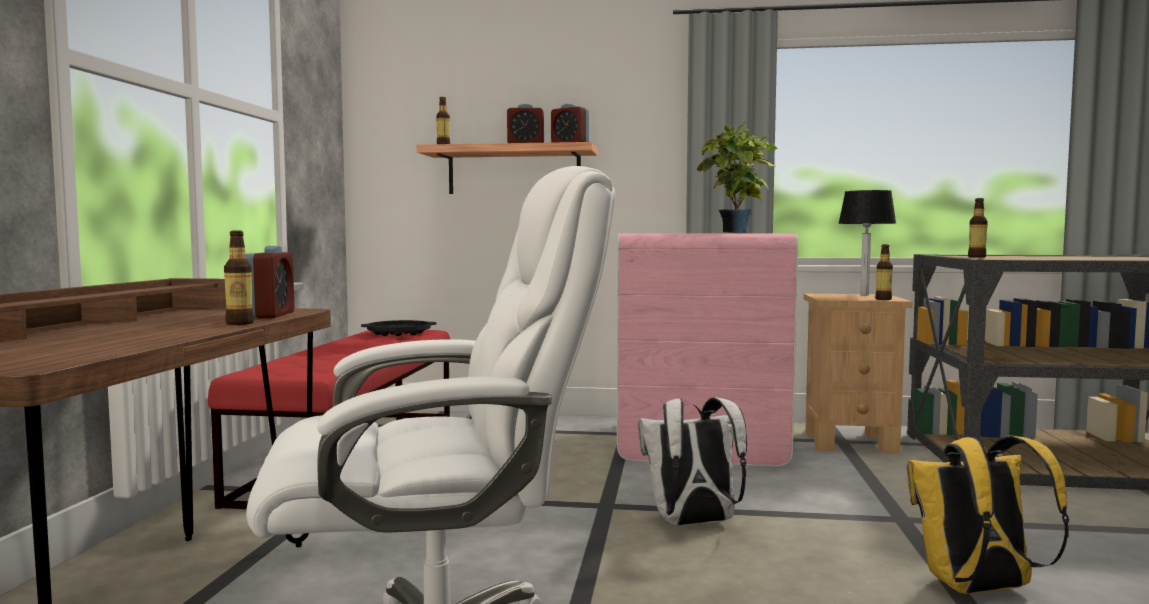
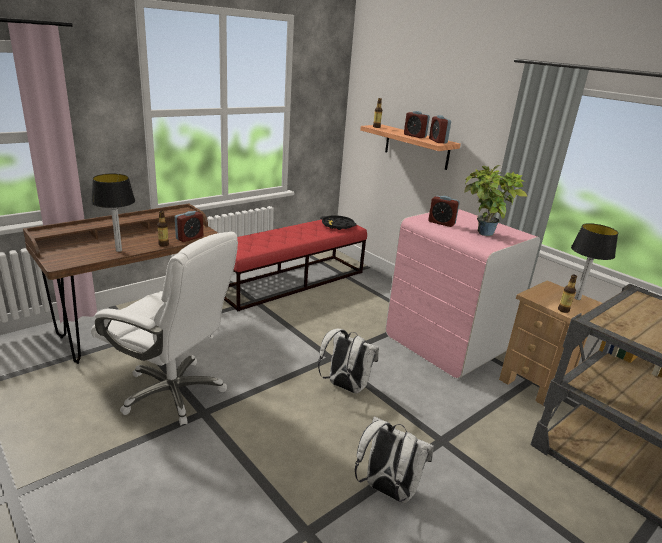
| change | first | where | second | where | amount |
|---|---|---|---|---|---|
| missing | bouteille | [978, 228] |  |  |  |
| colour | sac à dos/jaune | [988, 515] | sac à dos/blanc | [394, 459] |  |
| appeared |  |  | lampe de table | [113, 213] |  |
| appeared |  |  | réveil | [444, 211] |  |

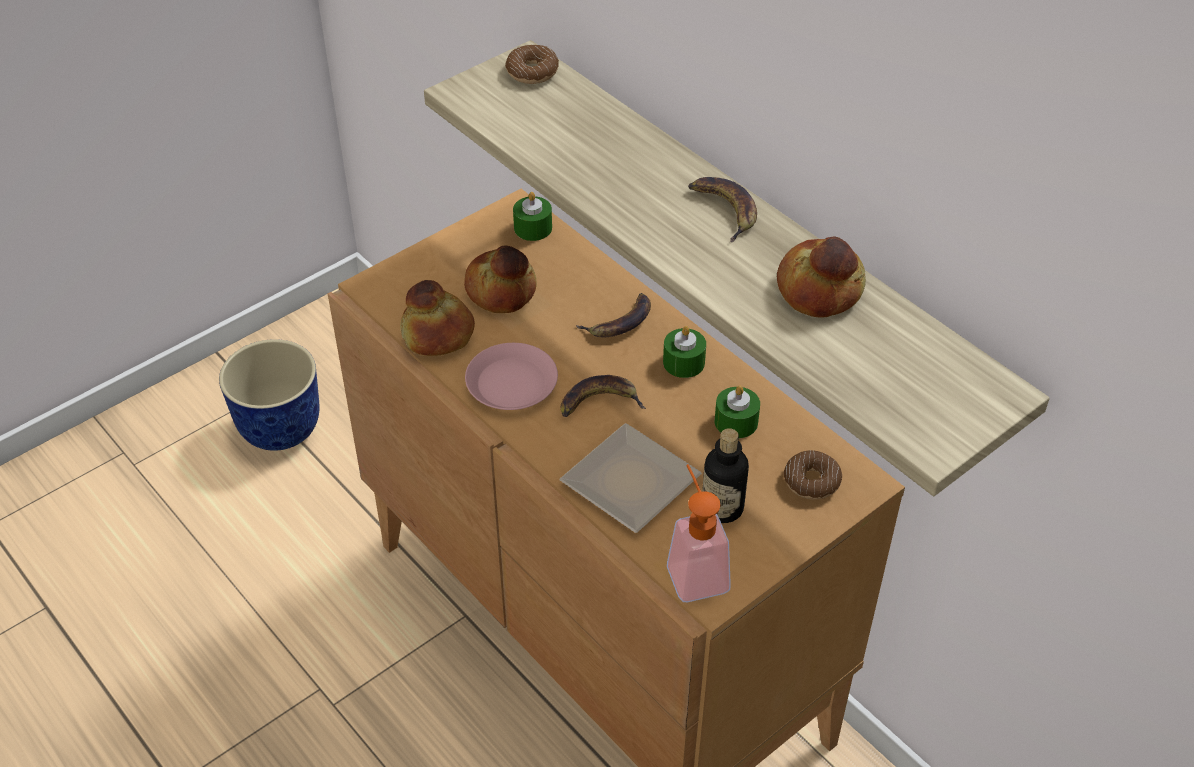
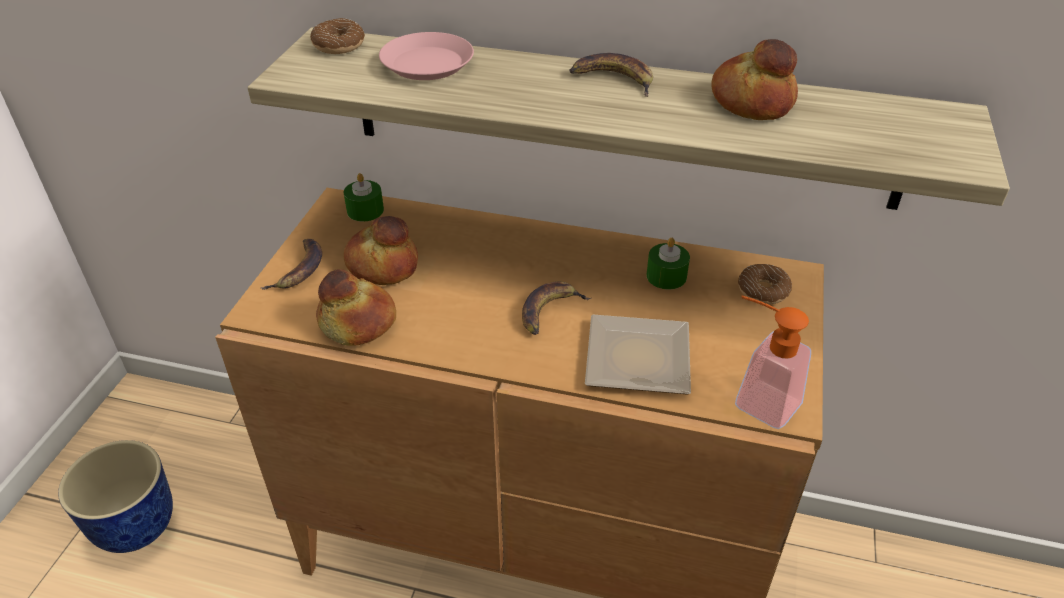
| change | first | where | second | where | amount |
|---|---|---|---|---|---|
| relocated | banane | [613, 315] |  | [291, 264] |  |
| missing | bougie/vert | [684, 352] |  |  |  |
| relocated | assiette/rose | [511, 376] |  | [426, 56] |  |
| missing | bouteille | [725, 475] |  |  |  |

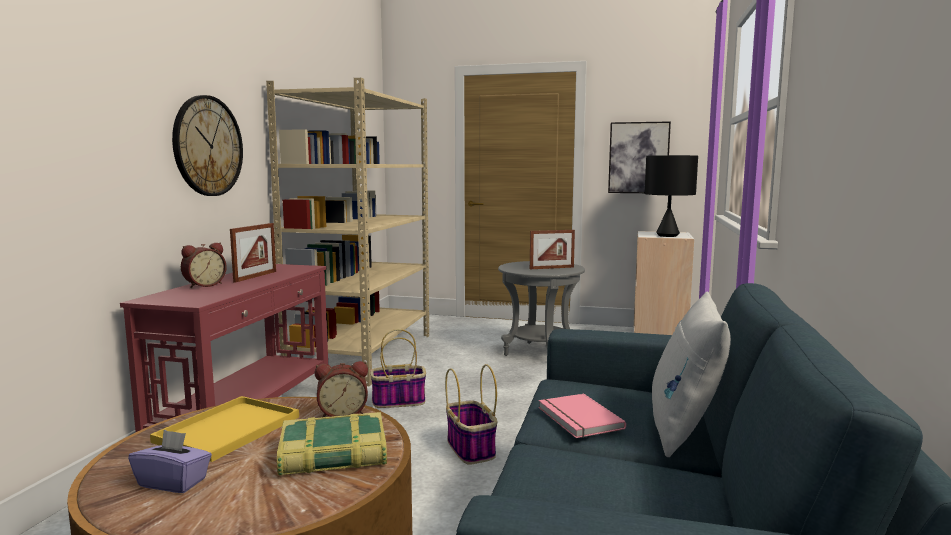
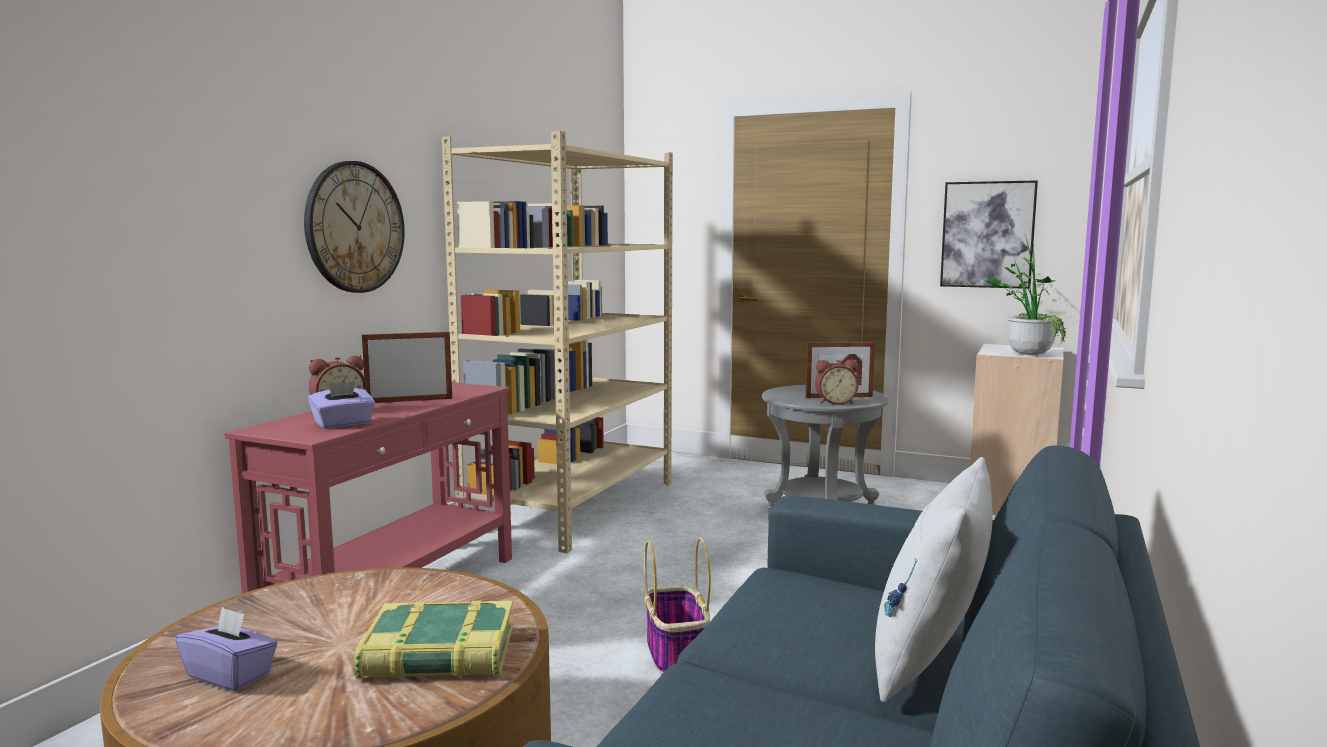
| change | first | where | second | where | amount |
|---|---|---|---|---|---|
| exchanged | lampe de table/noir | [671, 196] | plante en pot | [1026, 295] |  |
| spun | cadre photo | [253, 253] |  | [407, 367] | 135 degrees counterclockwise |
| missing | panier | [398, 368] |  |  |  |
| relocated | réveil | [341, 389] |  | [837, 382] |  |
| missing | livre/rose | [582, 416] |  |  |  |
| missing | plateau/jaune | [224, 429] |  |  |  |
| appeared |  |  | boîte à mouchoirs/violet | [341, 405] |  |

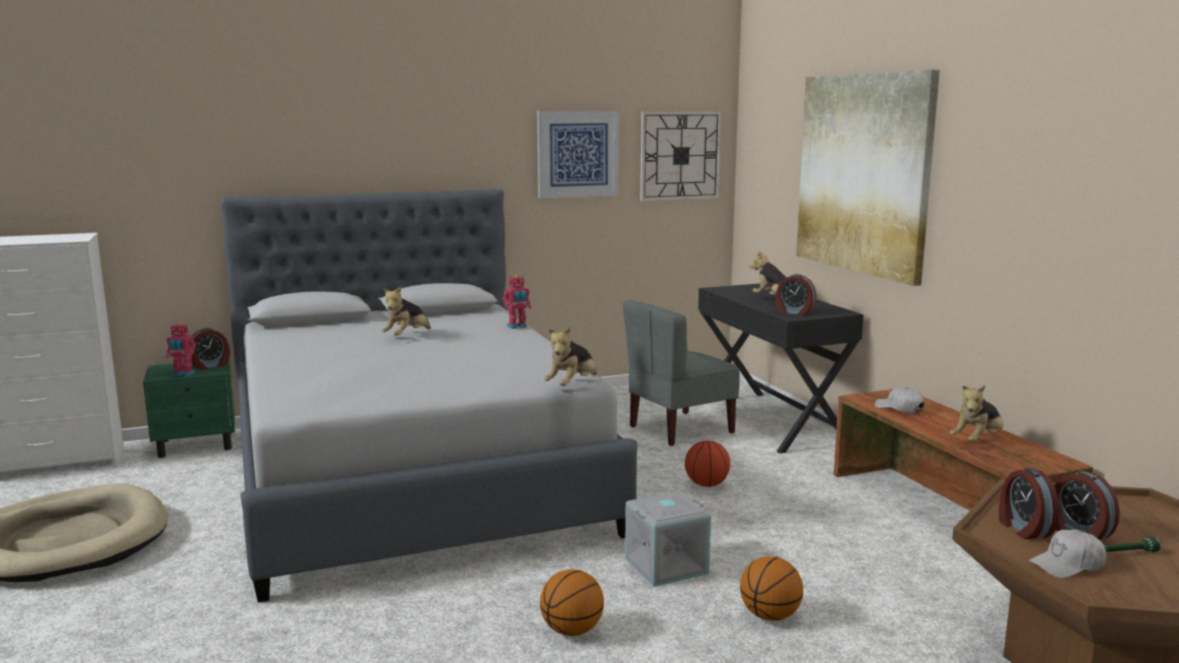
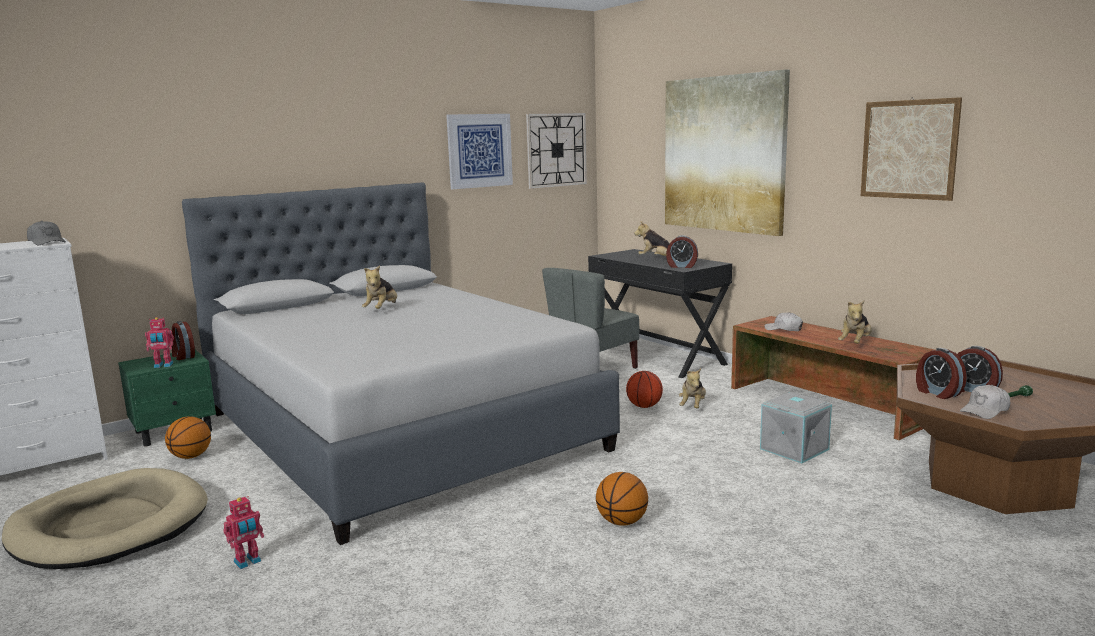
| change | first | where | second | where | amount |
|---|---|---|---|---|---|
| relocated | robot jouet | [517, 302] |  | [243, 532] |  |
| relocated | peluche | [570, 356] |  | [692, 388] |  |
| spun | réveil | [210, 349] |  | [183, 340] | 105 degrees clockwise |
| relocated | boîte de rangement/gris | [668, 539] |  | [796, 427] |  |
| relocated | ballon de basket | [771, 588] |  | [188, 437] |  |
| appeared |  |  | tableau | [911, 149] |  |
| appeared |  |  | casquette/gris | [46, 233] |  |

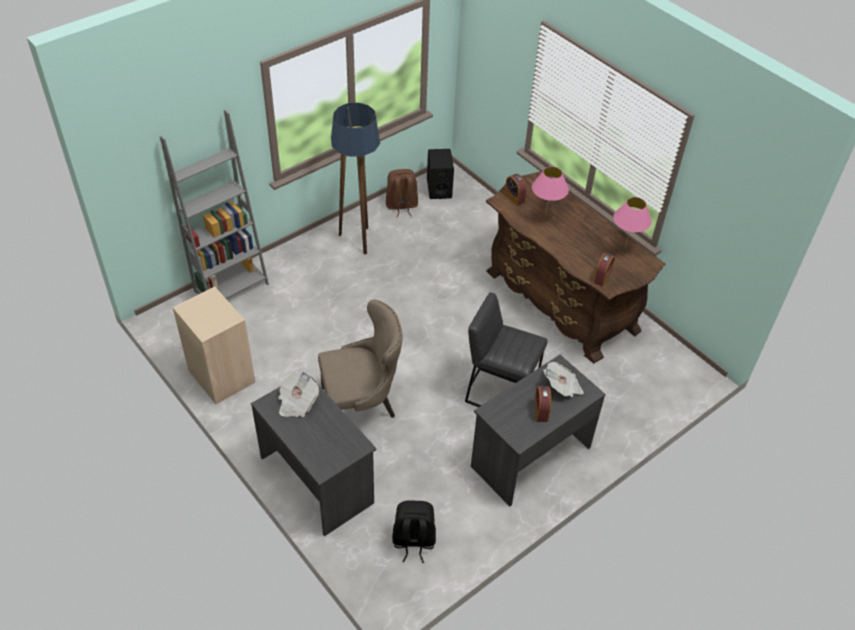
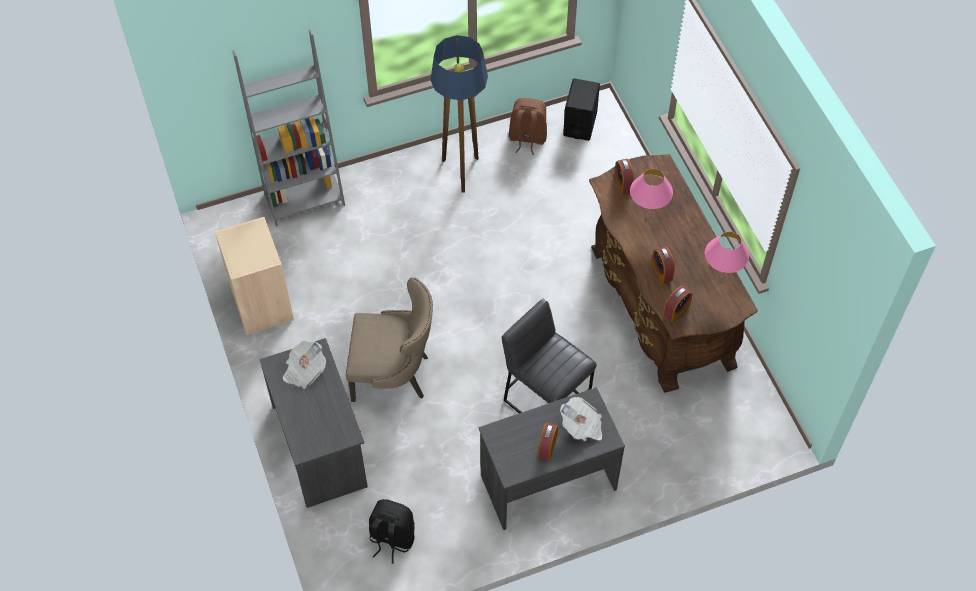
| change | first | where | second | where | amount |
|---|---|---|---|---|---|
| appeared |  |  | réveil | [663, 265] |  |

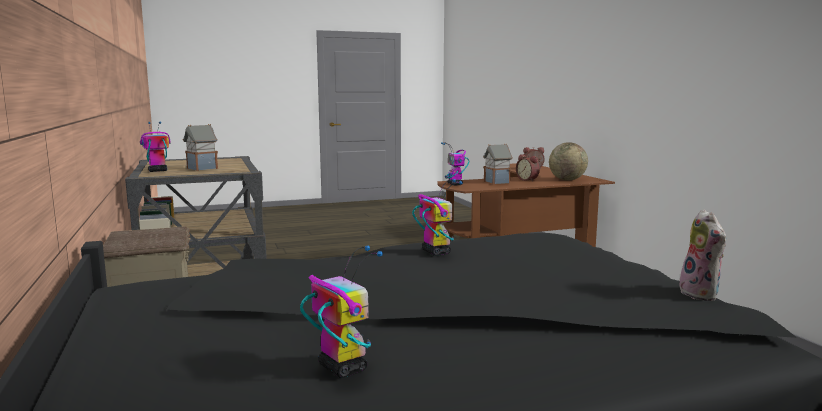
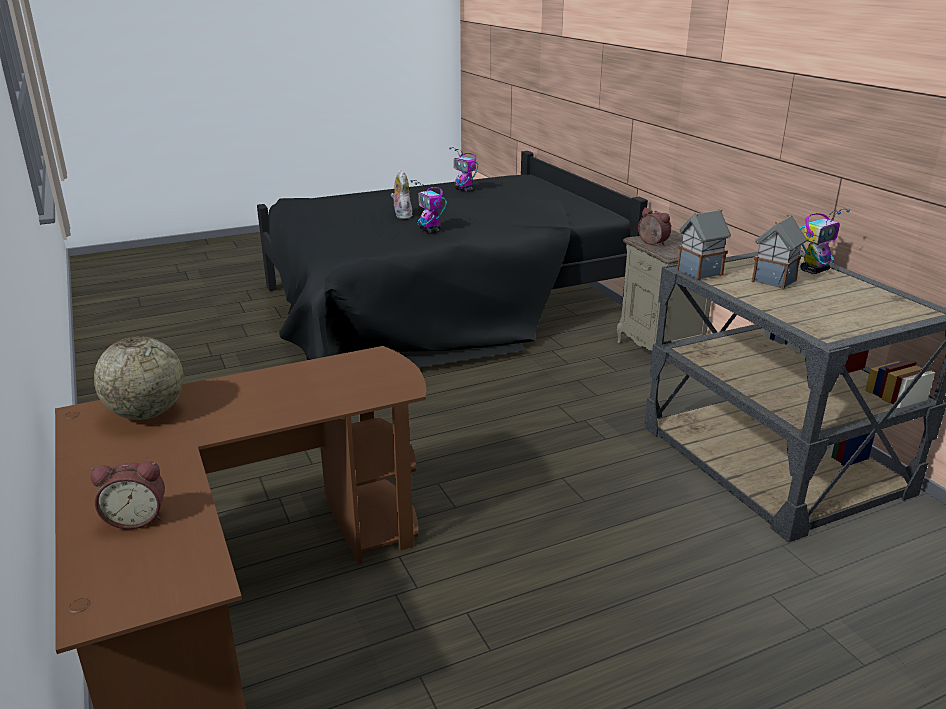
| change | first | where | second | where | amount |
|---|---|---|---|---|---|
| missing | robot jouet | [455, 163] |  |  |  |
| relocated | maison miniature | [498, 164] |  | [704, 244] |  |
| relocated | réveil | [528, 167] |  | [654, 227] |  |
| relocated | peluche | [702, 255] |  | [401, 194] |  |

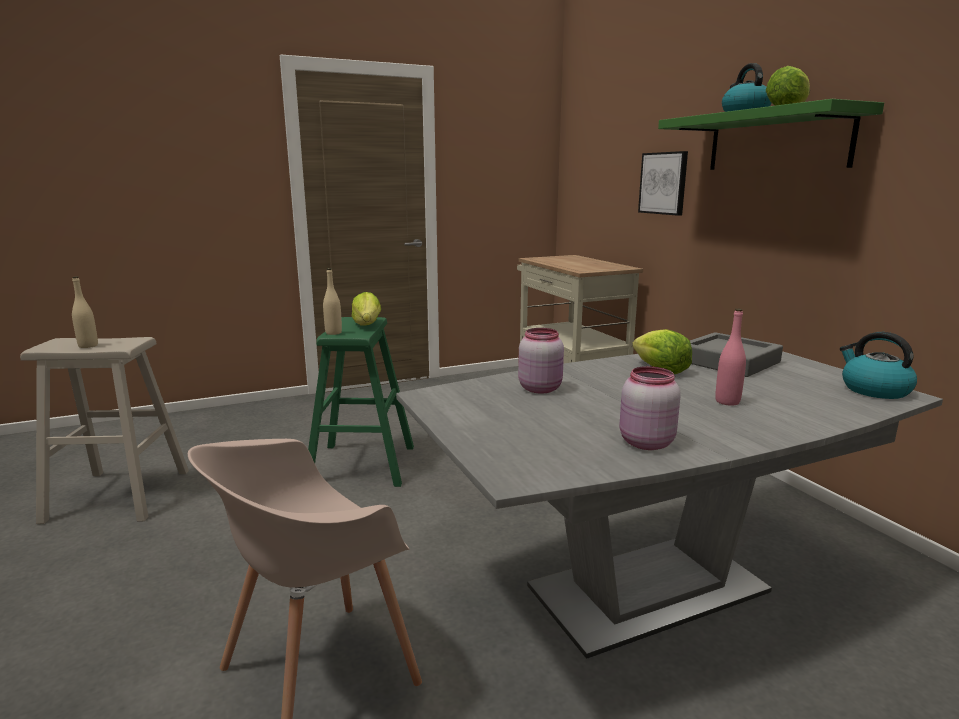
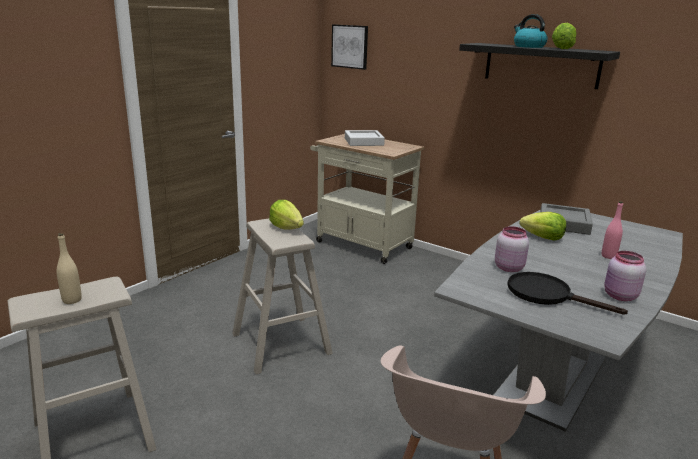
| change | first | where | second | where | amount |
|---|---|---|---|---|---|
| colour | étagère/vert | [771, 134] | étagère/noir | [539, 66] |  |
| relocated | tableau | [663, 183] |  | [349, 47] |  |
| missing | bouteille/beige | [332, 301] |  |  |  |
| colour | tabouret/vert | [361, 402] | tabouret/beige | [282, 296] |  |
| missing | bouilloire | [878, 365] |  |  |  |
| appeared |  |  | plateau/gris | [365, 138] |  |
| appeared |  |  | poêle/noir | [567, 293] |  |

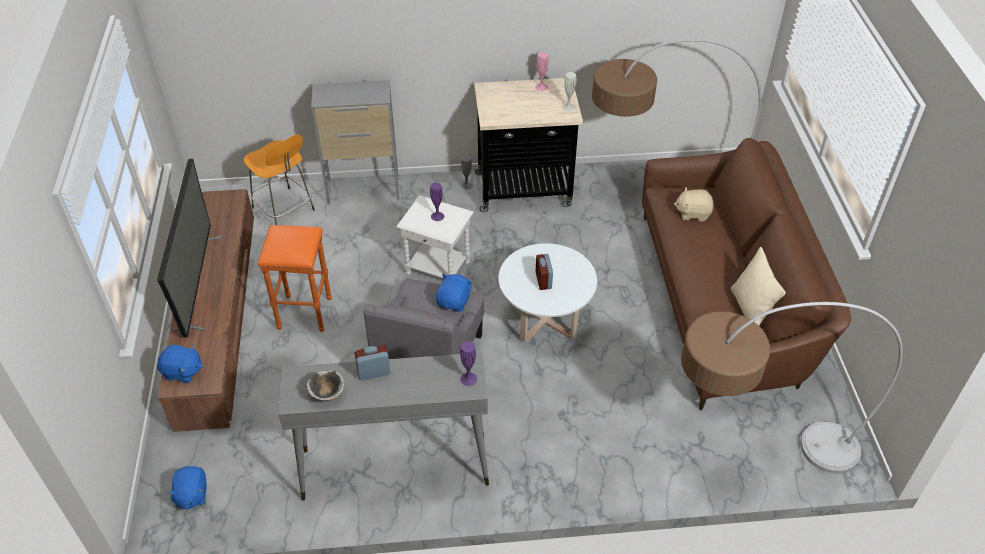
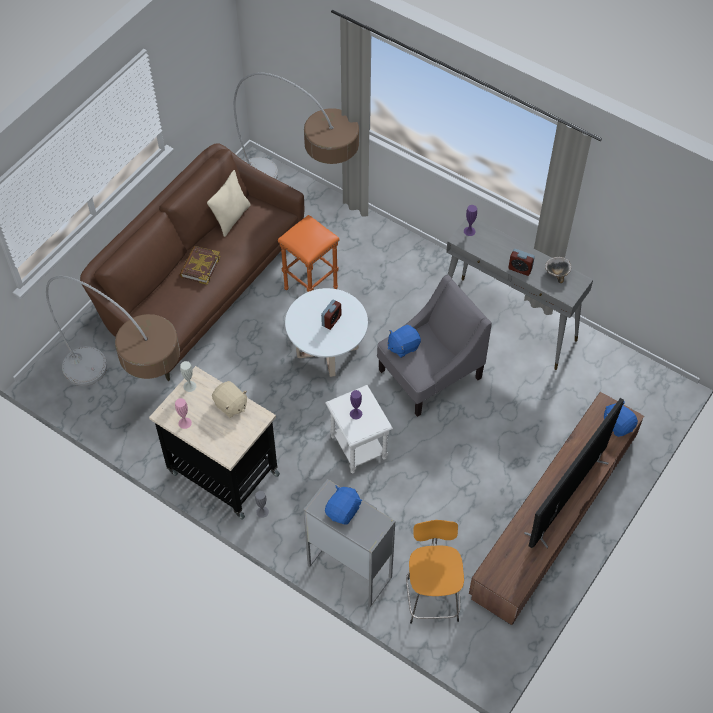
| change | first | where | second | where | amount |
|---|---|---|---|---|---|
| relocated | peluche/beige | [694, 204] |  | [229, 399] |  |
| relocated | tabouret/orange | [295, 278] |  | [308, 253] |  |
| relocated | peluche/bleu | [187, 488] |  | [343, 505] |  |
| appeared |  |  | livre | [200, 265] |  |

